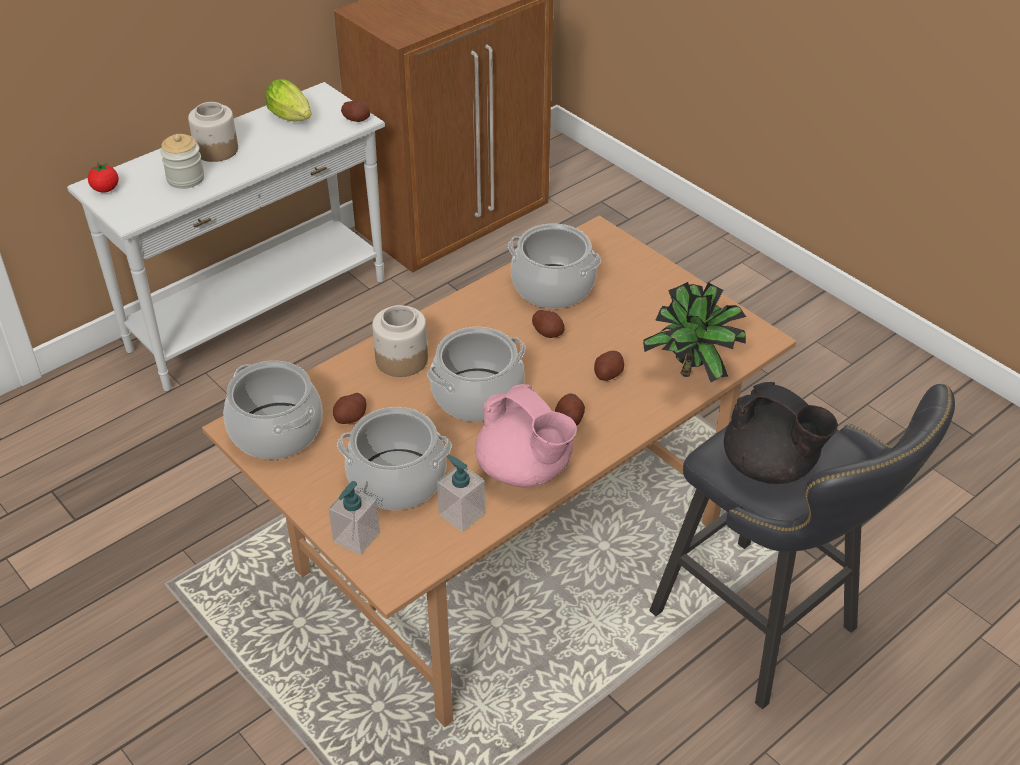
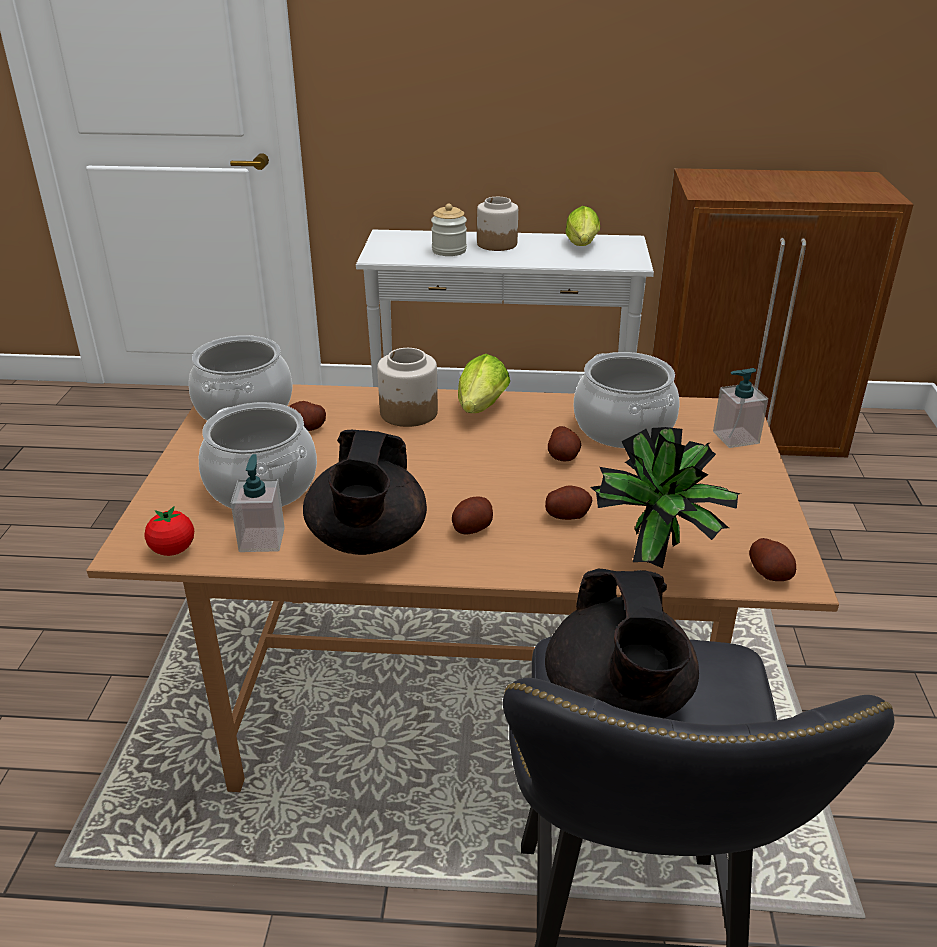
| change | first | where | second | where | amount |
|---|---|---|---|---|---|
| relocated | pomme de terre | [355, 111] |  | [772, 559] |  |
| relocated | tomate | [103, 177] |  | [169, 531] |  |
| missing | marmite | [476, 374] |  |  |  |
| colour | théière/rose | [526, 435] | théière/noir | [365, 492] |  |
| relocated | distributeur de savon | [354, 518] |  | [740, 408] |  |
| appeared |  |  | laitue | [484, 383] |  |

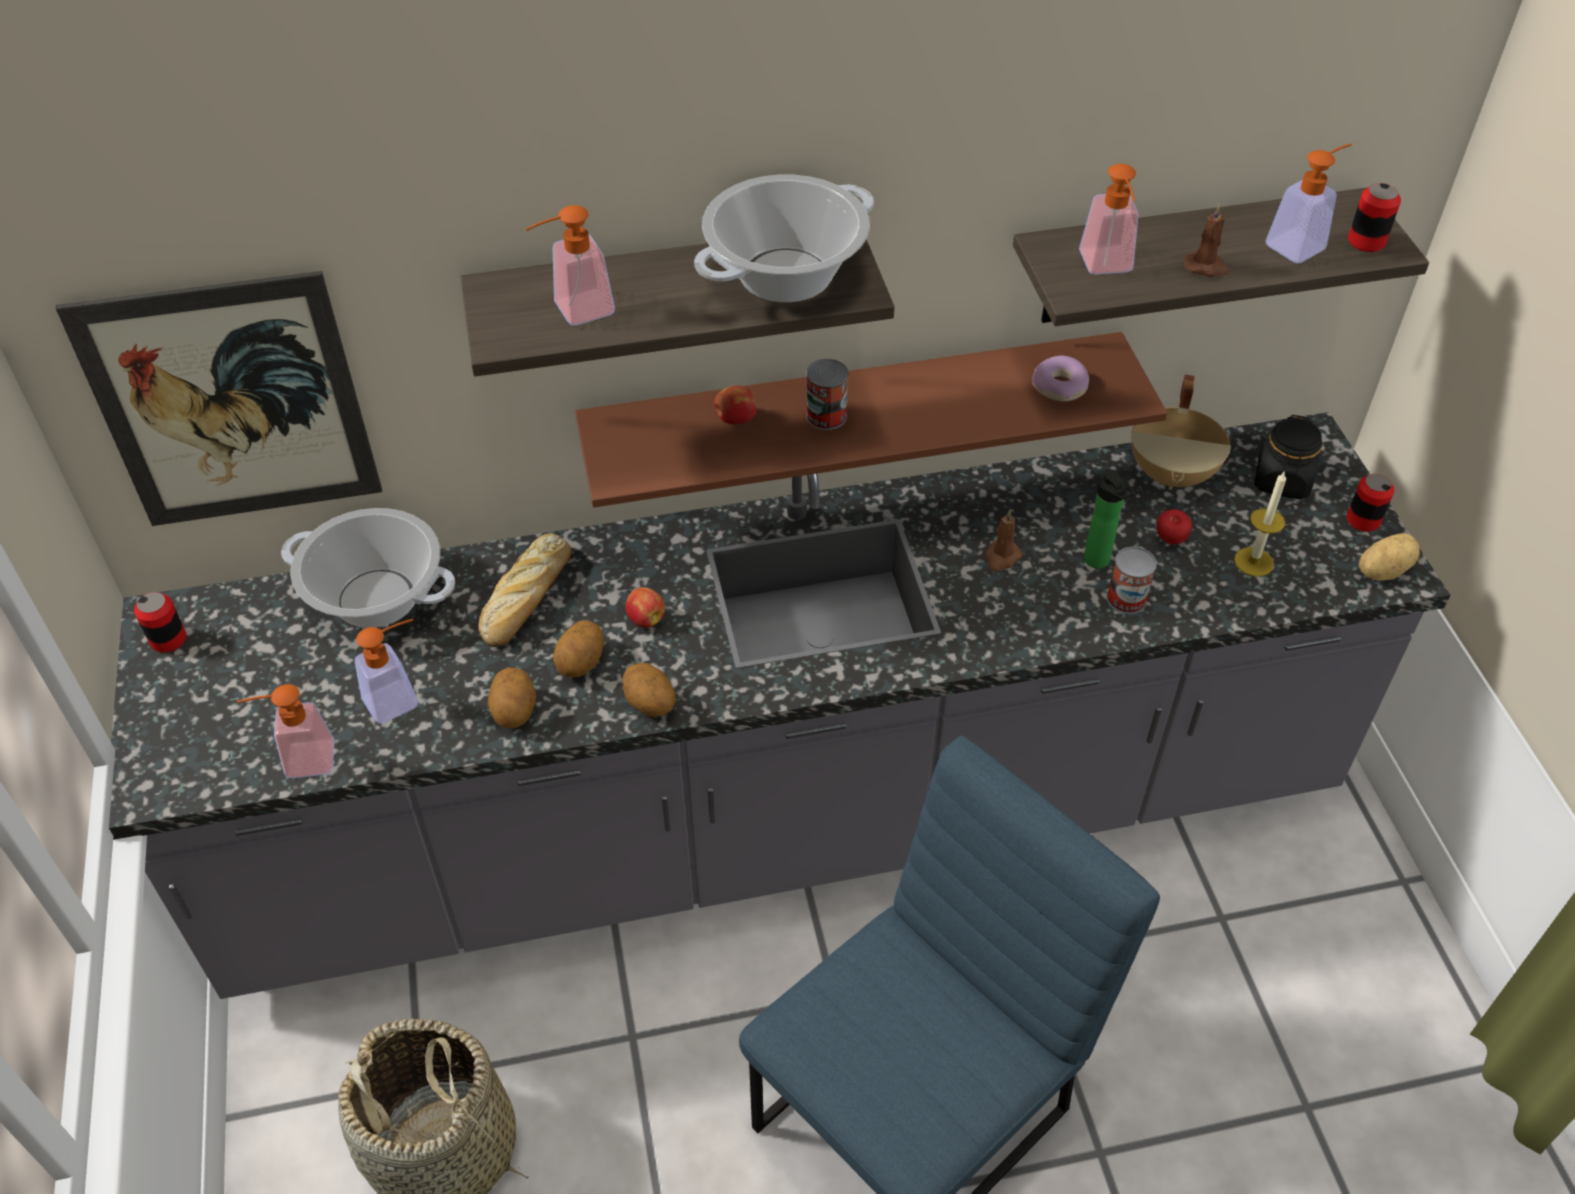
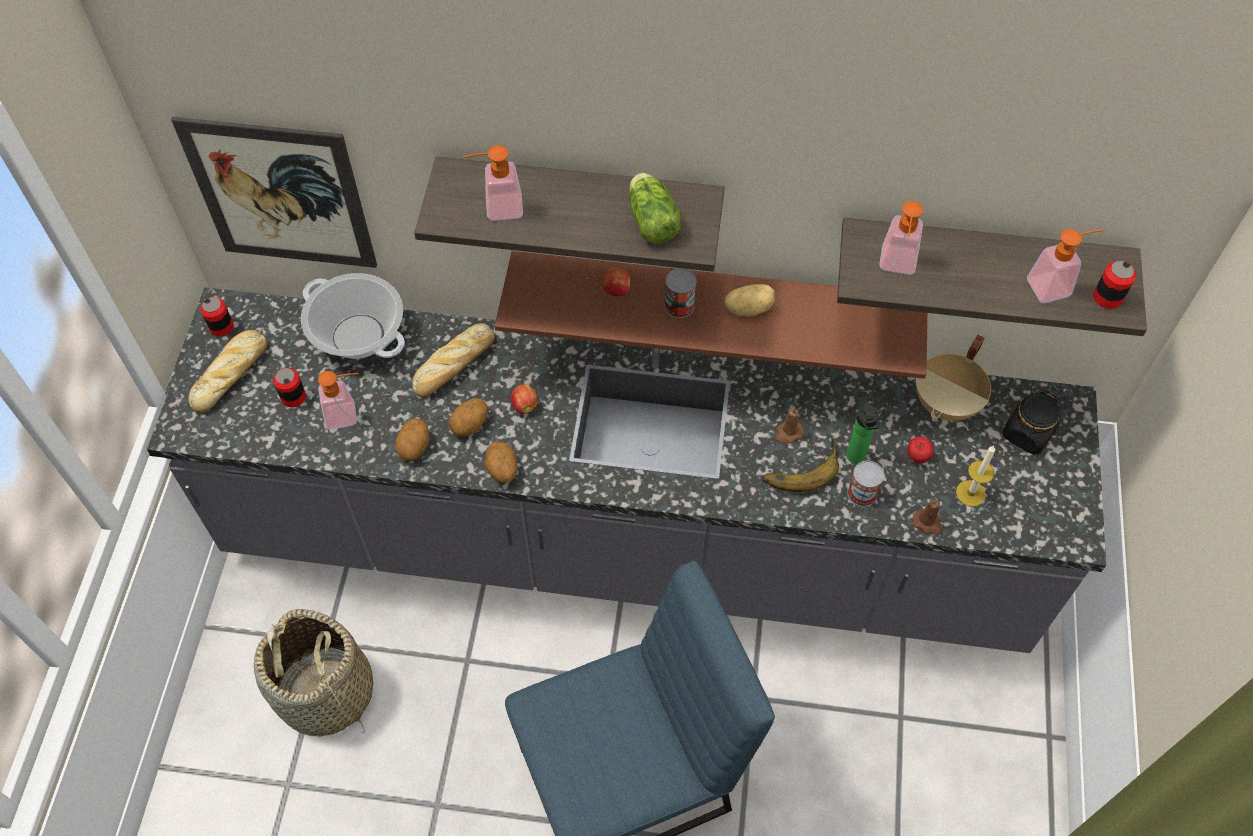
| change | first | where | second | where | amount |
|---|---|---|---|---|---|
| exchanged | marmite | [784, 238] | laitue | [655, 208] |  |
| relocated | bougie/marron | [1206, 240] |  | [927, 517] |  |
| missing | beignet | [1060, 378] |  |  |  |
| relocated | boîte métallique | [1370, 503] |  | [289, 387] |  |
| relocated | pomme de terre | [1389, 557] |  | [749, 300] |  |
| missing | distributeur de savon | [286, 731] |  |  |  |
| appeared |  |  | pain | [227, 371] |  |
| appeared |  |  | banane | [800, 465] |  |

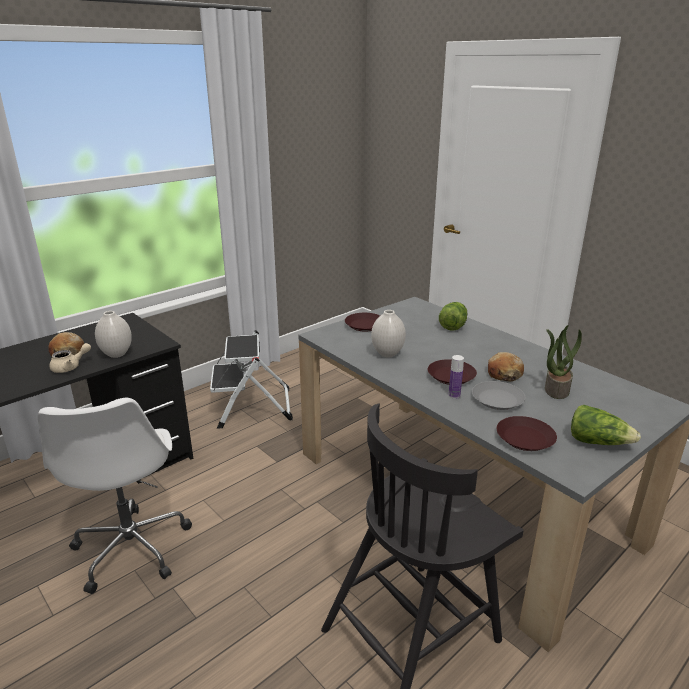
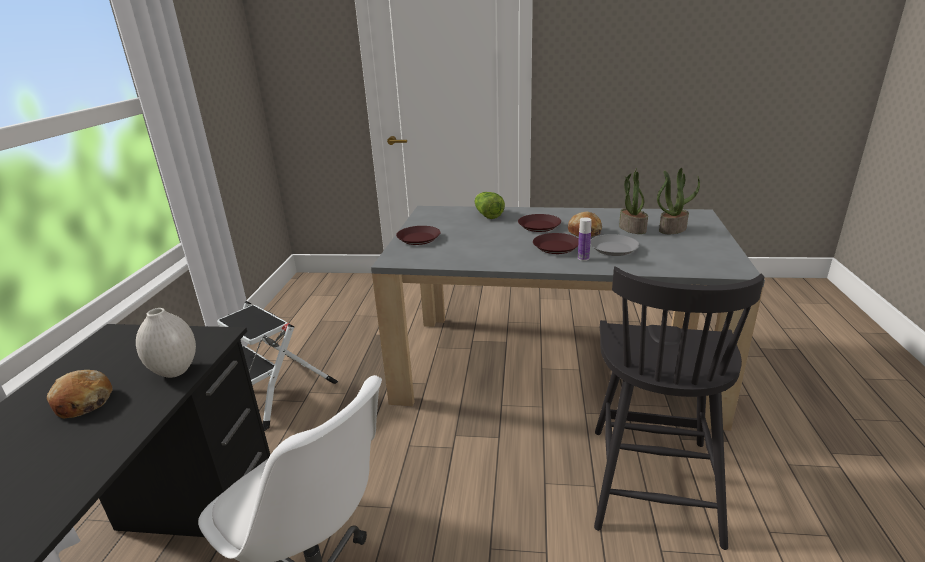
| change | first | where | second | where | amount |
|---|---|---|---|---|---|
| missing | vase/blanc | [388, 334] |  |  |  |
| missing | théière/beige | [70, 358] |  |  |  |
| missing | laitue | [606, 425] |  |  |  |
| relocated | assiette/marron | [527, 433] |  | [539, 223] |  |
| appeared |  |  | plante en pot | [678, 201] |  |

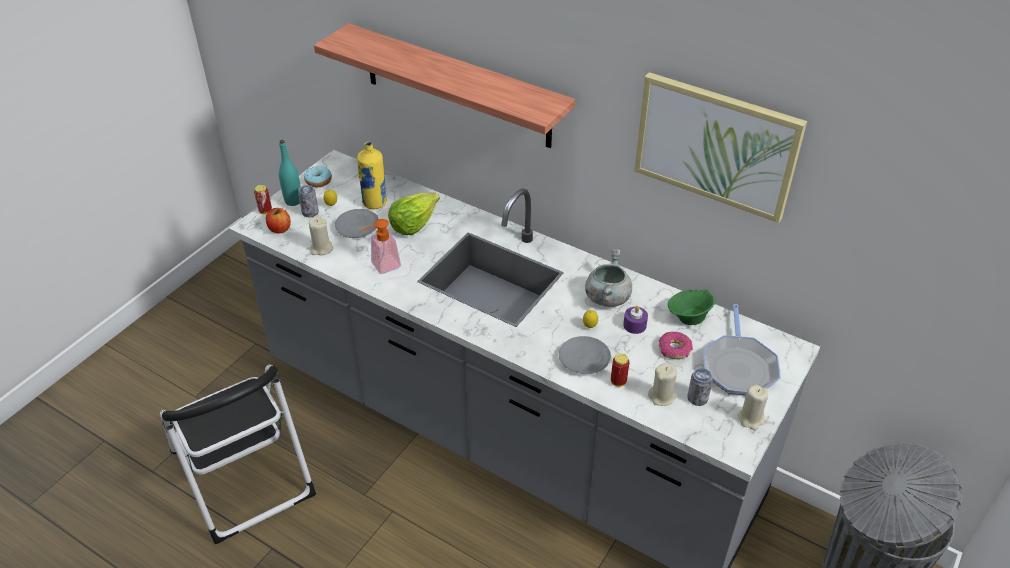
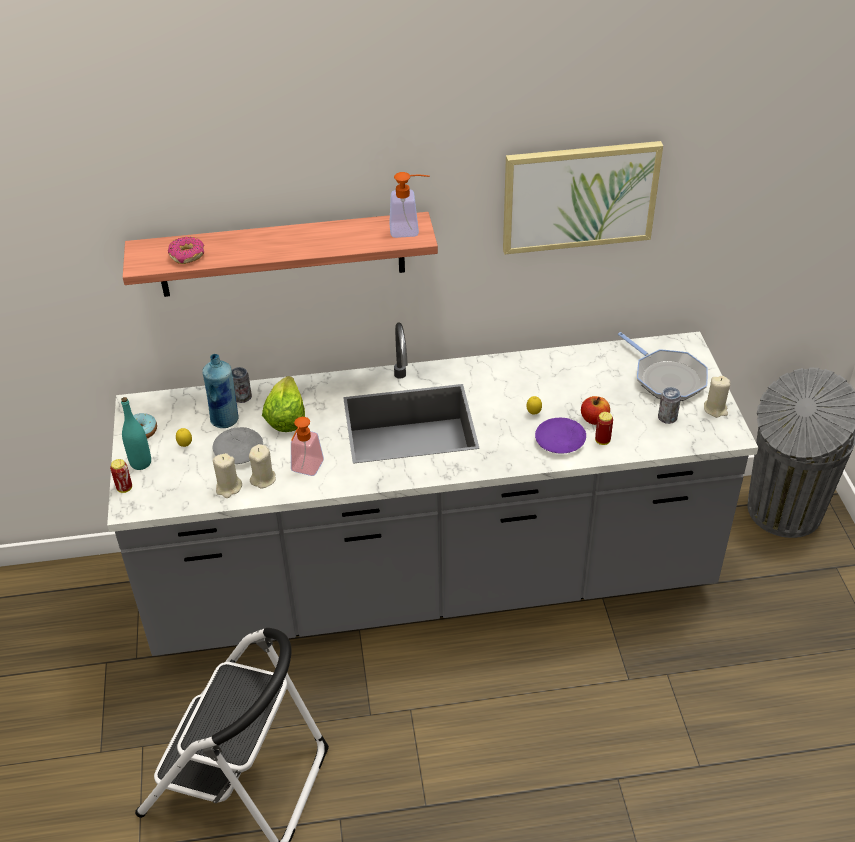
| change | first | where | second | where | amount |
|---|---|---|---|---|---|
| colour | bouteille/jaune | [372, 175] | bouteille/bleu | [220, 391] |  |
| relocated | boîte métallique | [308, 201] |  | [242, 385] |  |
| relocated | pomme | [278, 220] |  | [595, 410] |  |
| missing | marmite/gris | [608, 277] |  |  |  |
| missing | bol/vert | [691, 307] |  |  |  |
| missing | bougie/violet | [635, 319] |  |  |  |
| relocated | beignet | [676, 345] |  | [186, 250] |  |
| colour | assiette/gris | [585, 355] | assiette/violet | [560, 436] |  |
| relocated | bougie/beige | [662, 384] |  | [262, 466] |  |
| appeared |  |  | distributeur de savon | [409, 205] |  |

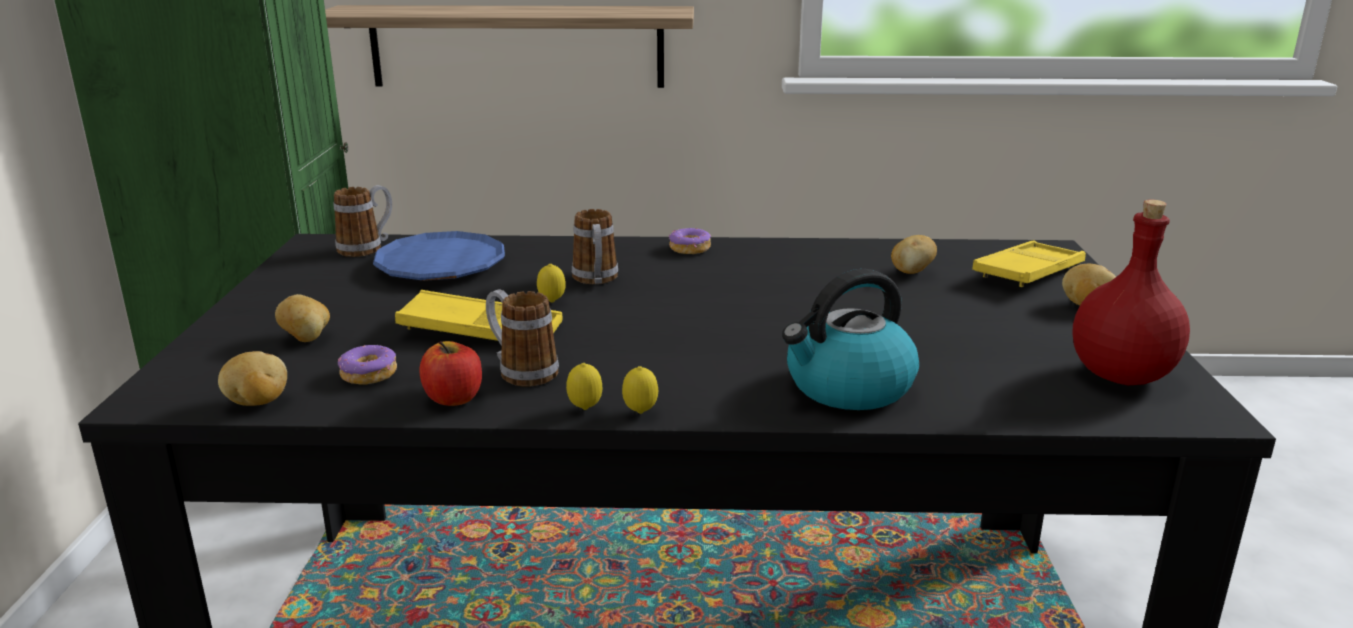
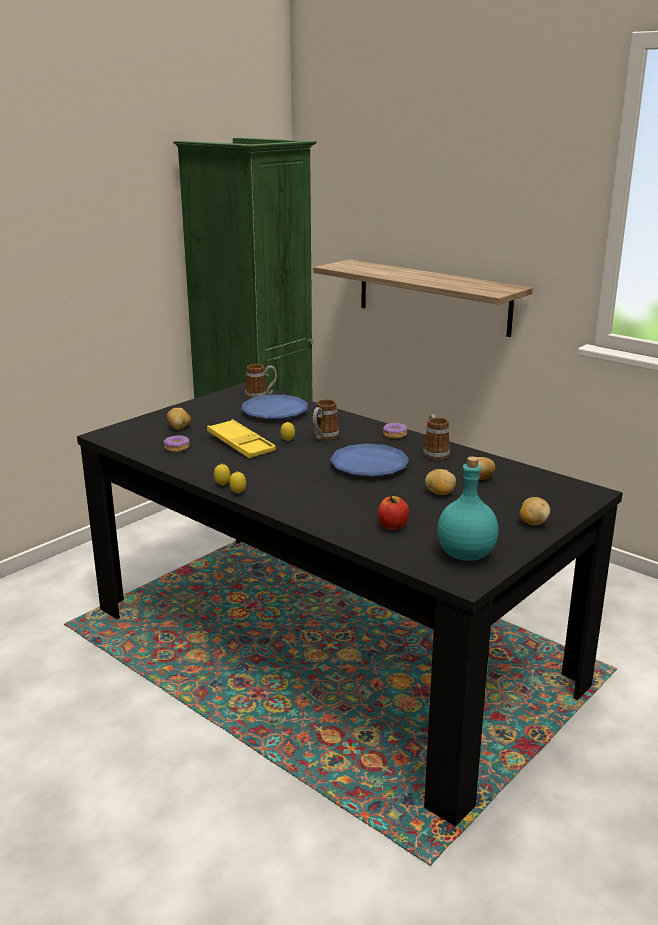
| change | first | where | second | where | amount |
|---|---|---|---|---|---|
| colour | bouteille/rouge | [1131, 292] | bouteille/turquoise | [468, 508] |  |
| missing | plateau/jaune | [1029, 264] |  |  |  |
| missing | bouilloire | [850, 339] |  |  |  |
| relocated | mug | [522, 338] |  | [436, 437] |  |
| relocated | pomme | [450, 373] |  | [393, 513] |  |
| relocated | pomme de terre | [252, 378] |  | [440, 482] |  |
| appeared |  |  | assiette/bleu | [369, 460] |  |

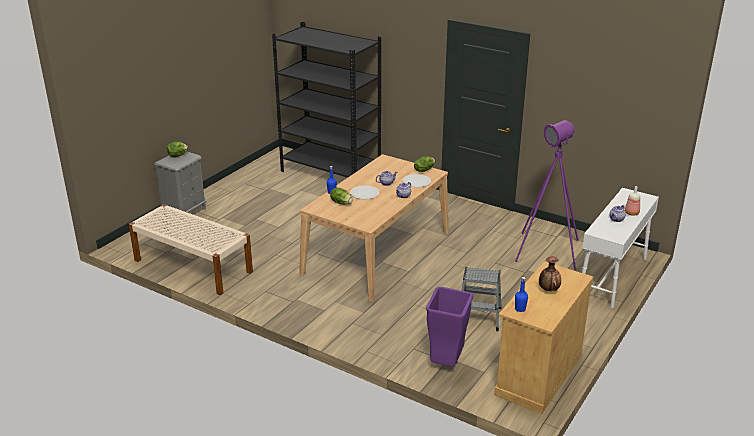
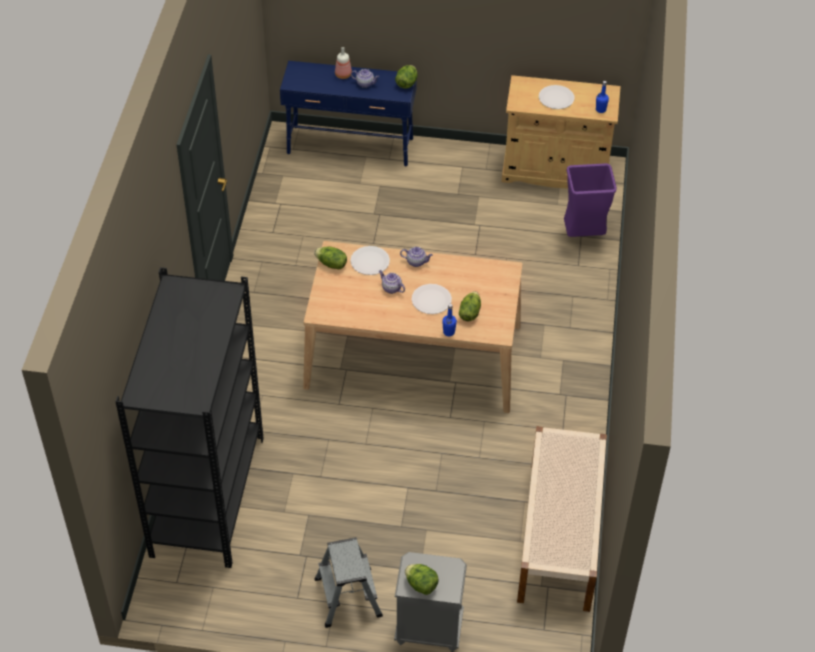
| change | first | where | second | where | amount |
|---|---|---|---|---|---|
| missing | lampadaire/violet | [547, 195] |  |  |  |
| colour | table console/blanc | [620, 248] | table console/bleu | [348, 113] |  |
| exchanged | vase | [550, 274] | assiette/blanc | [557, 97] |  |
| relocated | escabeau/gris | [482, 299] |  | [348, 582] |  |
| appeared |  |  | laitue | [406, 77] |  |

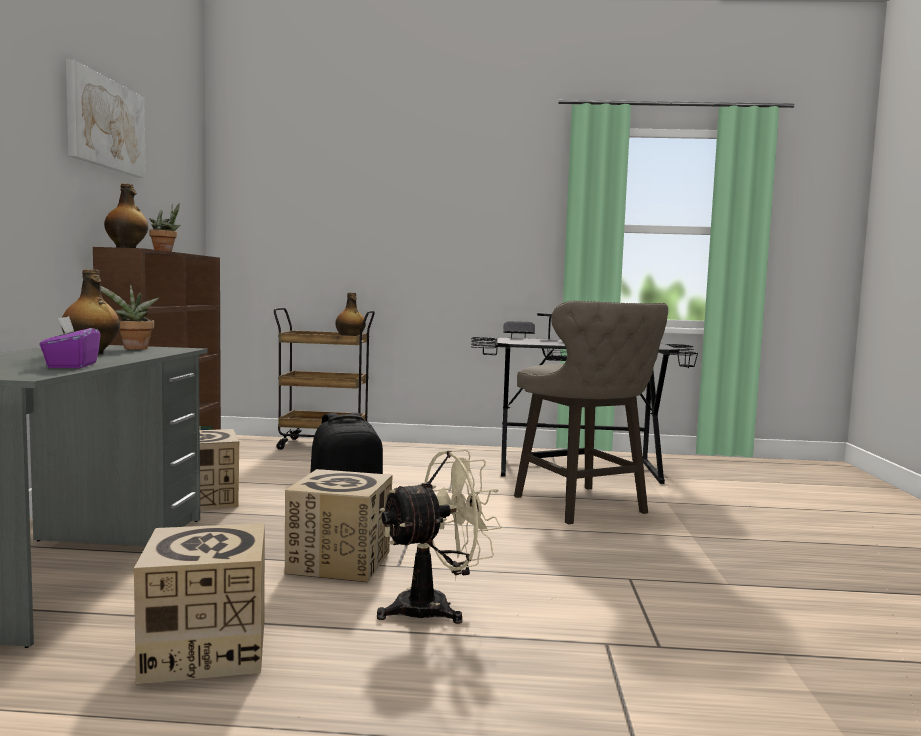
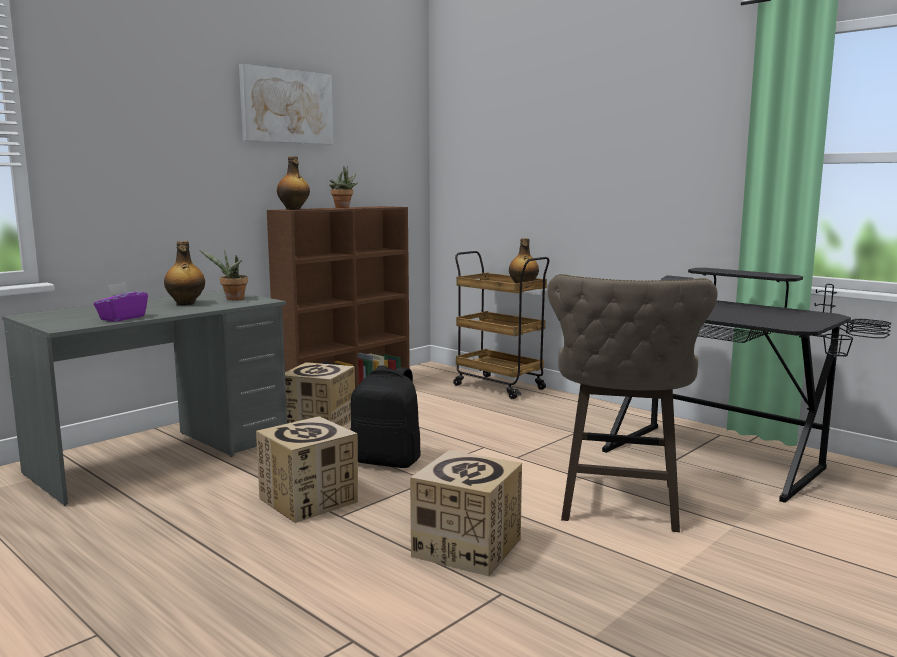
| change | first | where | second | where | amount |
|---|---|---|---|---|---|
| missing | ventilateur/beige | [439, 537] |  |  |  |
| relocated | carton | [199, 603] |  | [466, 513] |  |

